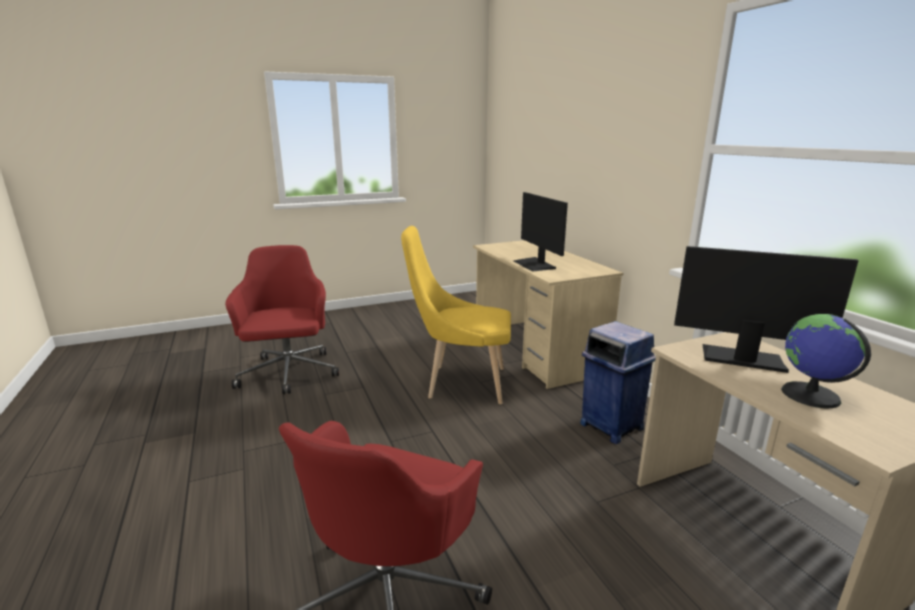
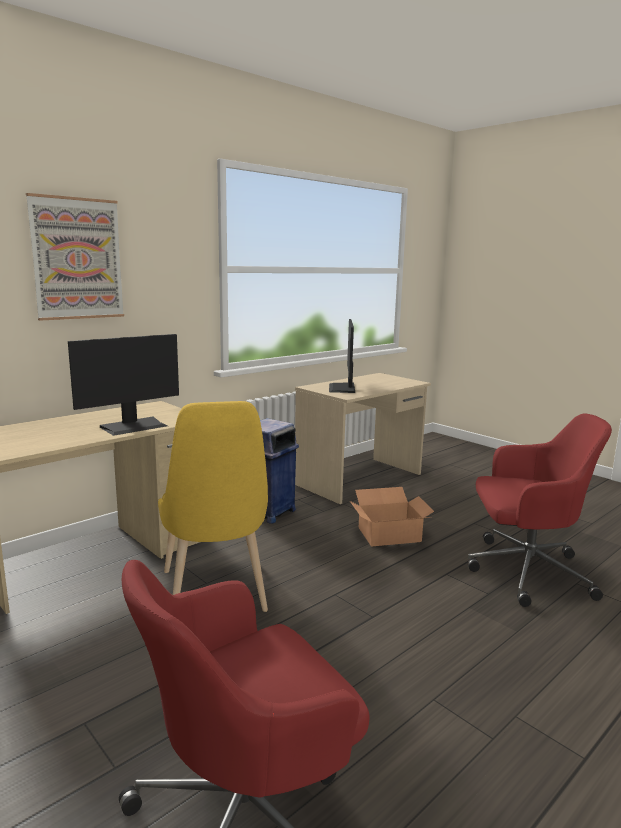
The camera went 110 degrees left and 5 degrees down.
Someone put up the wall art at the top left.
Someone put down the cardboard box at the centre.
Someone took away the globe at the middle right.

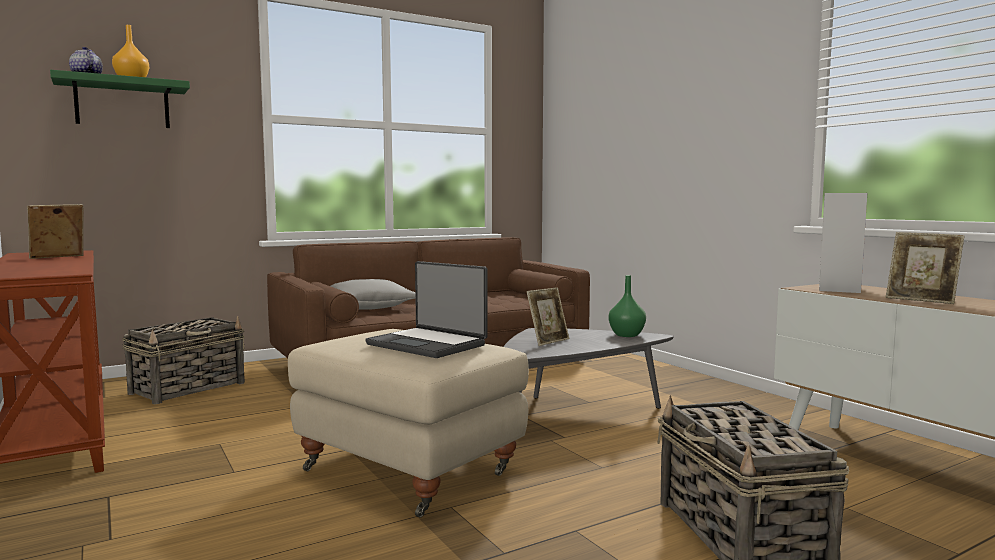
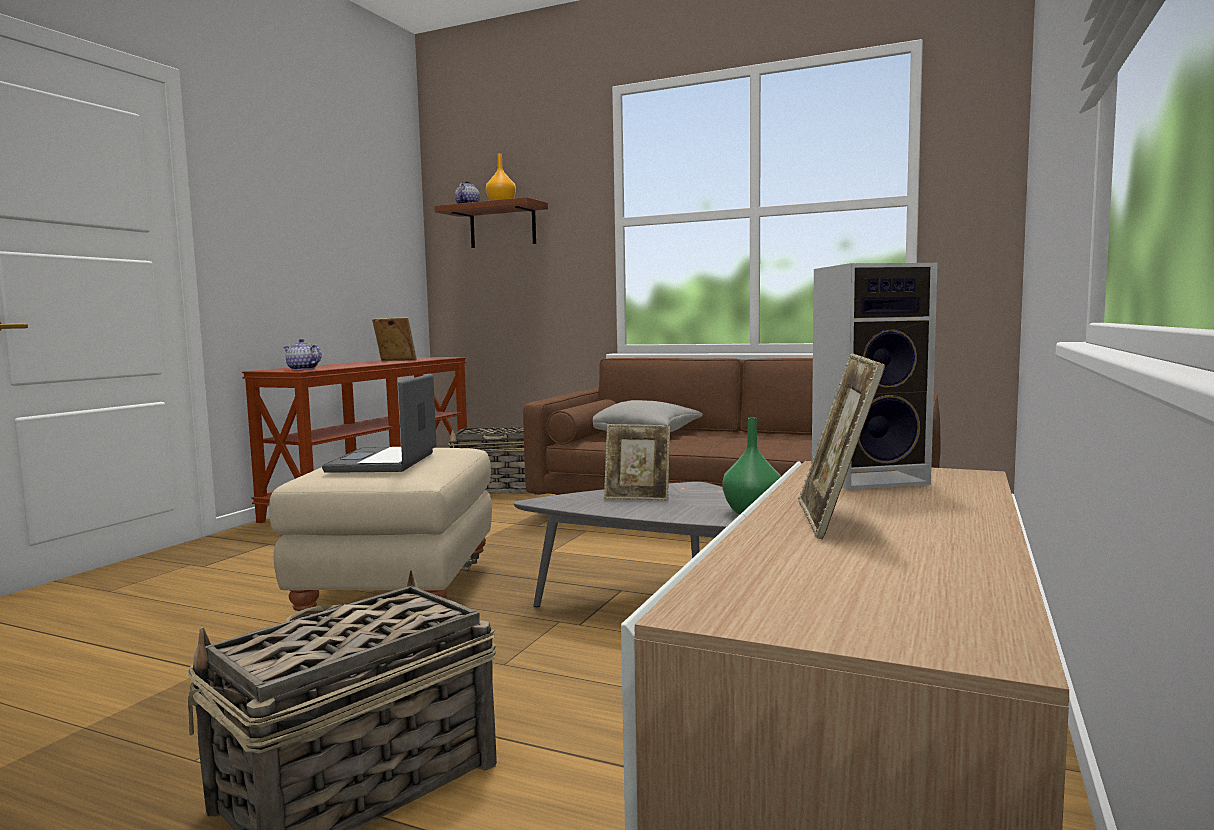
The camera went 55 degrees right and 0 degrees up.
Someone put down the tea pot (1st from left) at the middle left.
Someone repainted the wall shelf/green at the top left, which became the wall shelf/brown-coloured at the top centre.

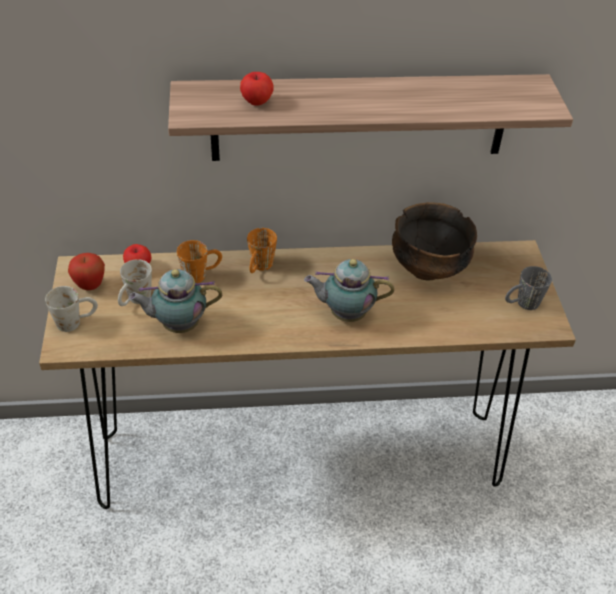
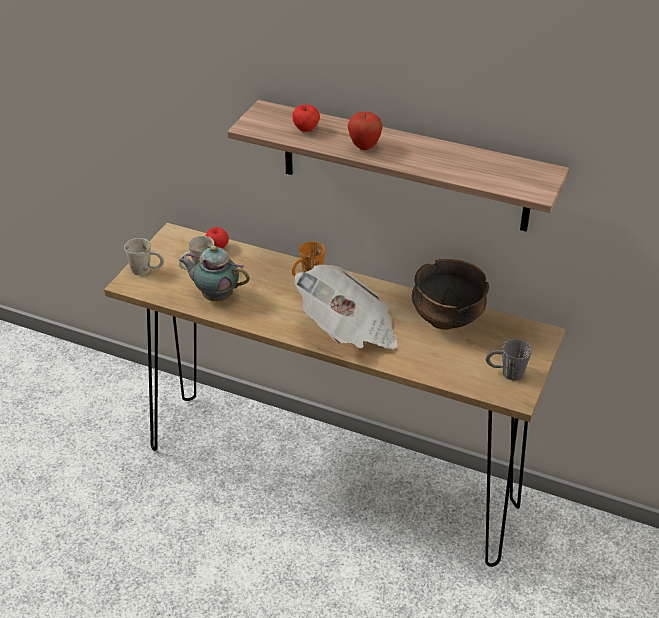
The camera went 30 degrees right and 5 degrees down.
Someone swapped the tea pot (2nd from left) at the centre for the daily paper at the centre.
Someone carried the apple (1st from left in the first image) from the middle left to the top centre.
Someone took away the coffee mug/orange (1st from left) at the middle left.

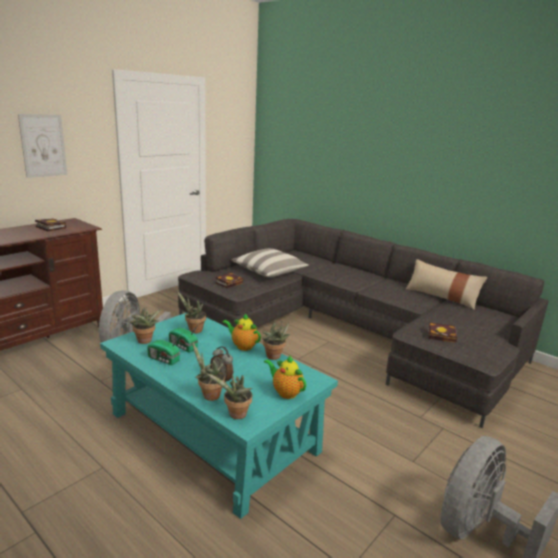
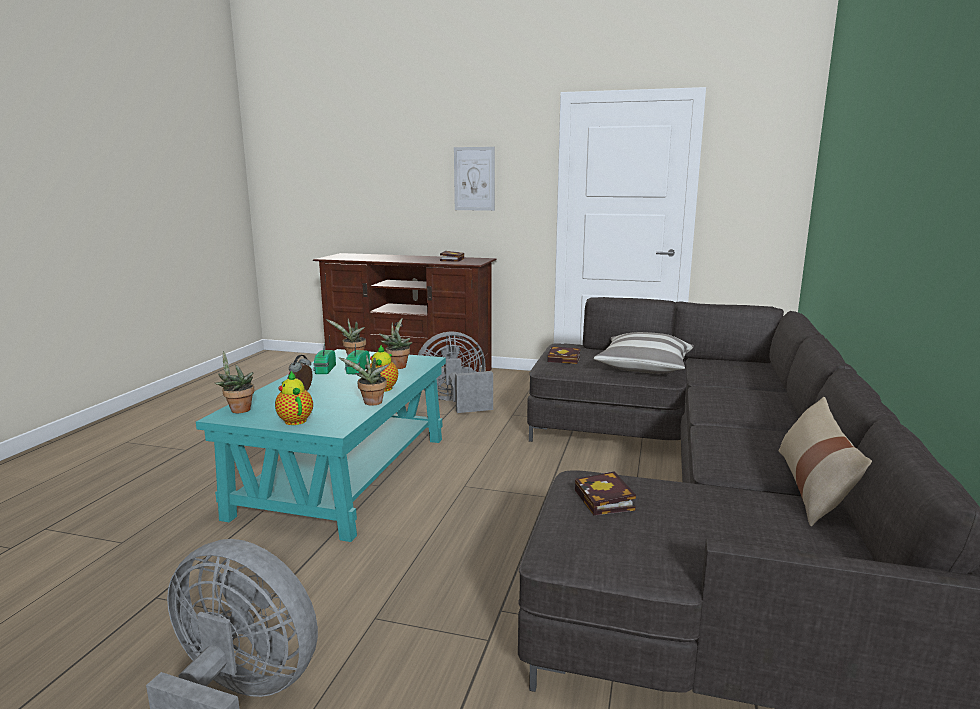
The camera went 65 degrees right and 5 degrees down.
Someone rotated the tea pot (2nd from left in the first image) at the bottom centre by 45 degrees counterclockwise.
Someone took away the potted plant (3rd from left) at the bottom centre.

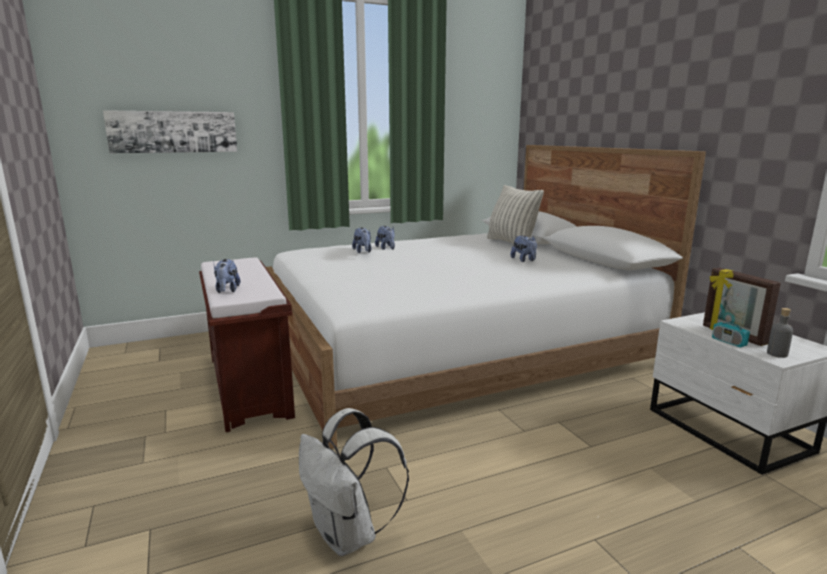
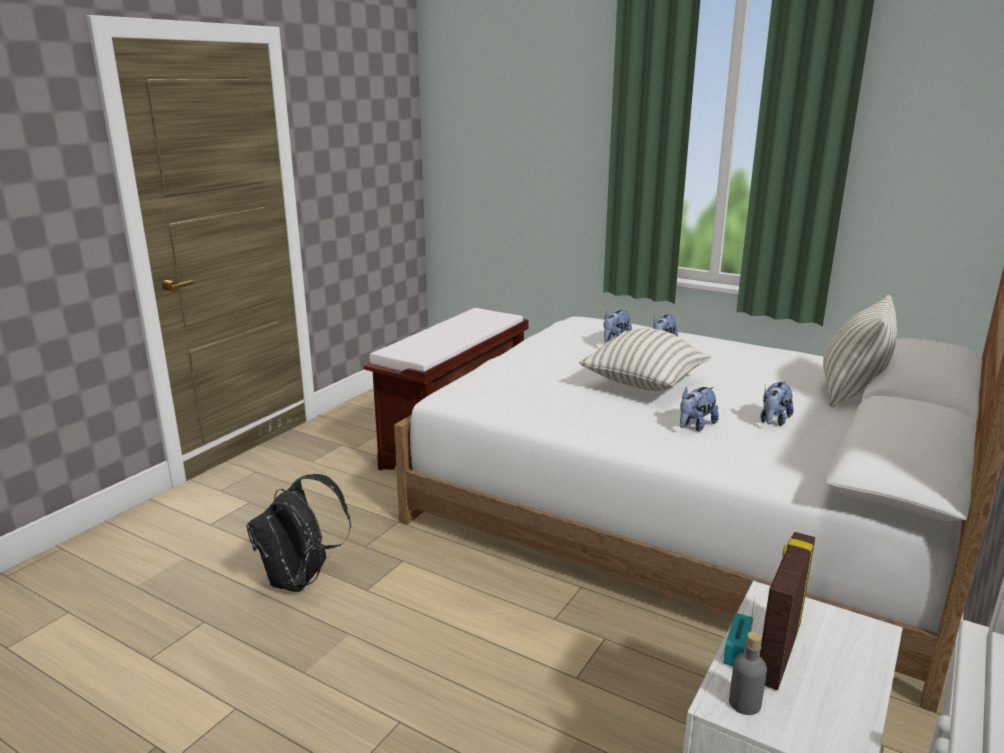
The camera went 55 degrees right and 5 degrees up.
Someone repainted the backpack/white-coloured at the bottom centre, which became the backpack/black-coloured at the bottom left.
Someone put down the pillow (1st from left) at the centre.
Someone carried the soft toy (1st from left in the first image) from the middle left to the middle right.
Someone took away the wall art at the top left.

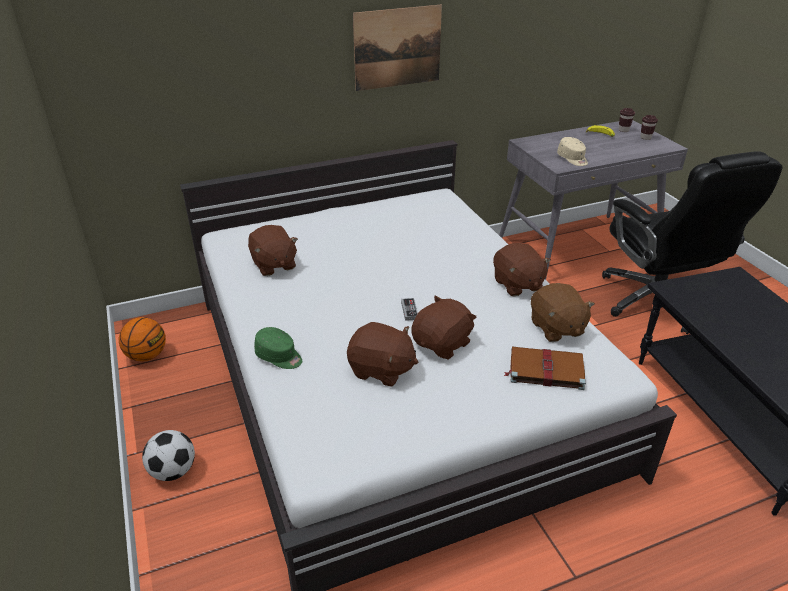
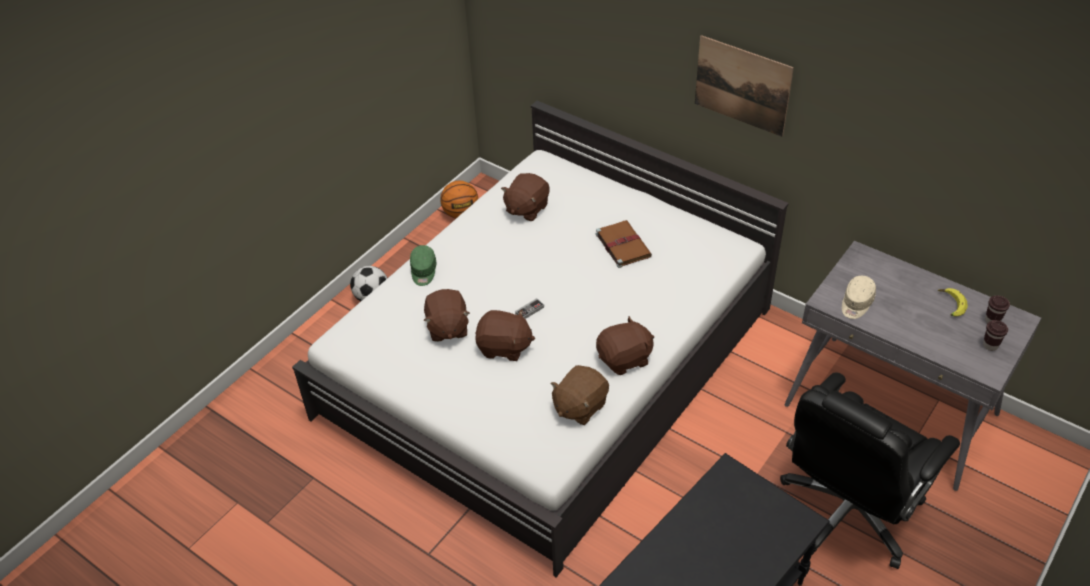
The camera went 60 degrees right and 10 degrees up.
Someone carried the volume/brown-coloured from the middle right to the centre.
Someone rotated the soft toy/brown-coloured (4th from left in the first image) at the centre by 150 degrees counterclockwise.

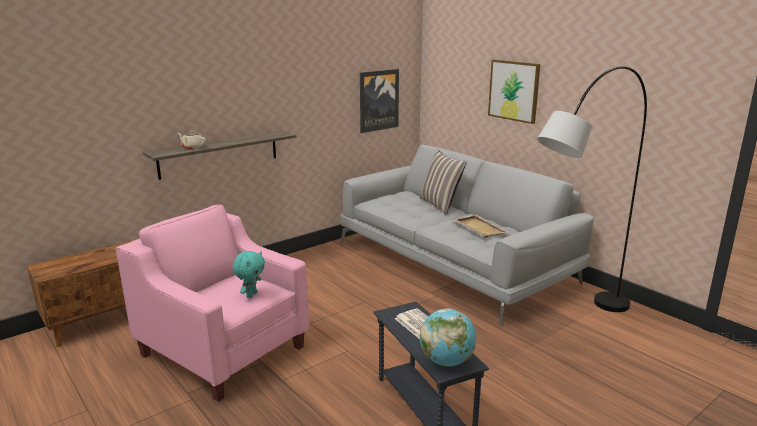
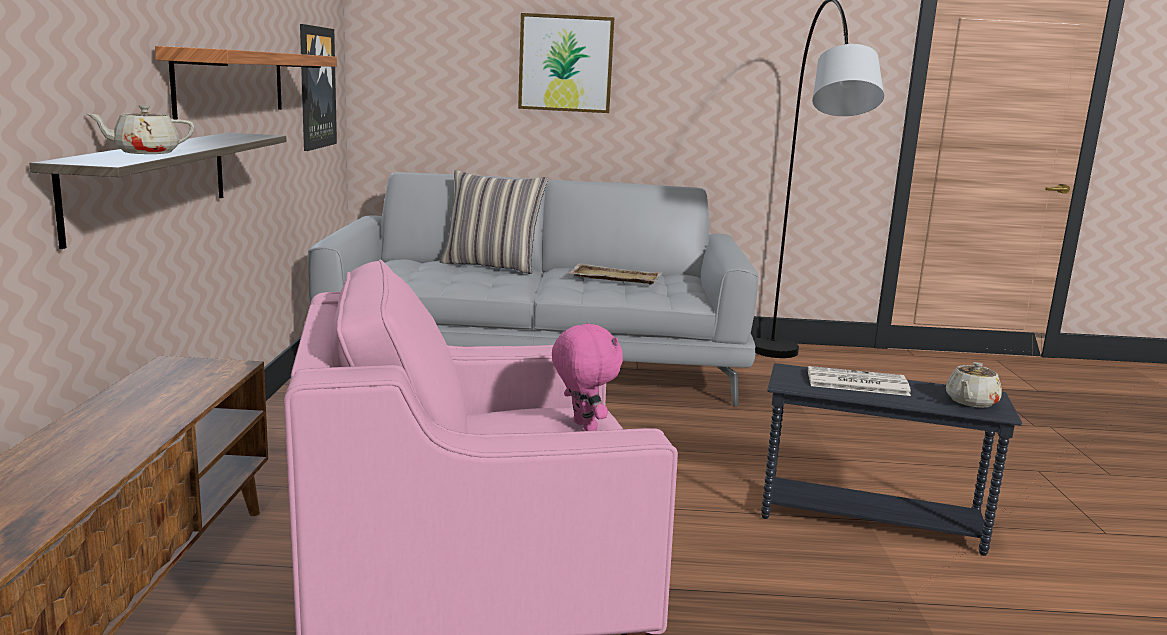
The camera went 50 degrees left and 5 degrees down.
Someone put up the wall shelf (2nd from left) at the top left.
Someone repainted the soft toy/turquoise at the middle left, which became the soft toy/pink at the centre.
Someone swapped the globe at the bottom centre for the tea pot/beige (2nd from left) at the middle right.

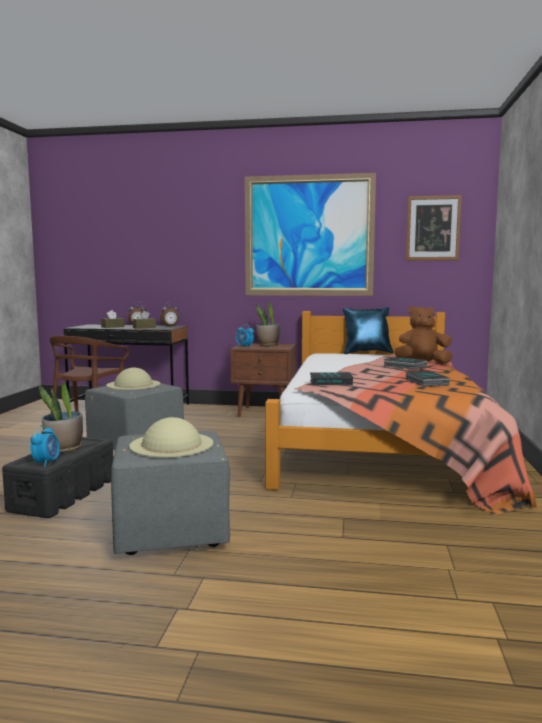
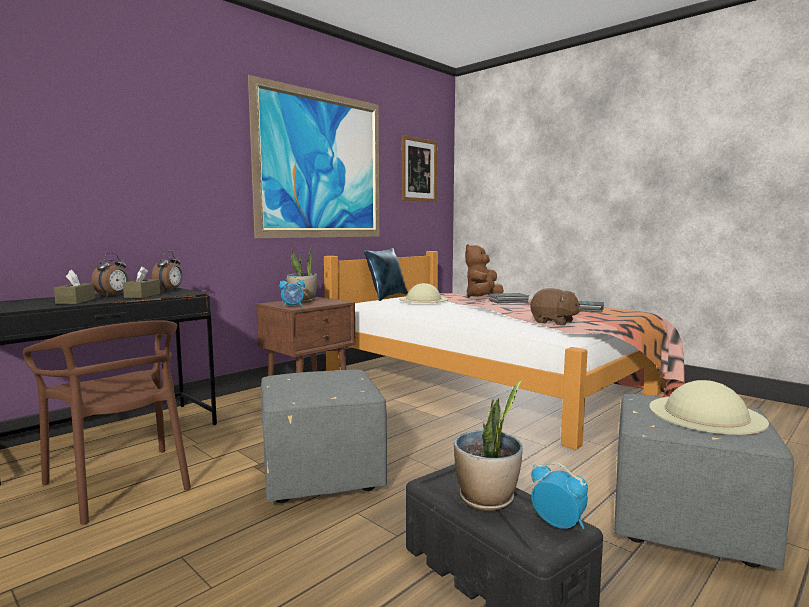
The camera went 55 degrees left and 0 degrees up.
Someone carried the wearable hat/beige (1st from left) from the middle left to the centre.
Someone swapped the volume (1st from left) at the centre for the soft toy/brown-coloured (2nd from left) at the middle right.

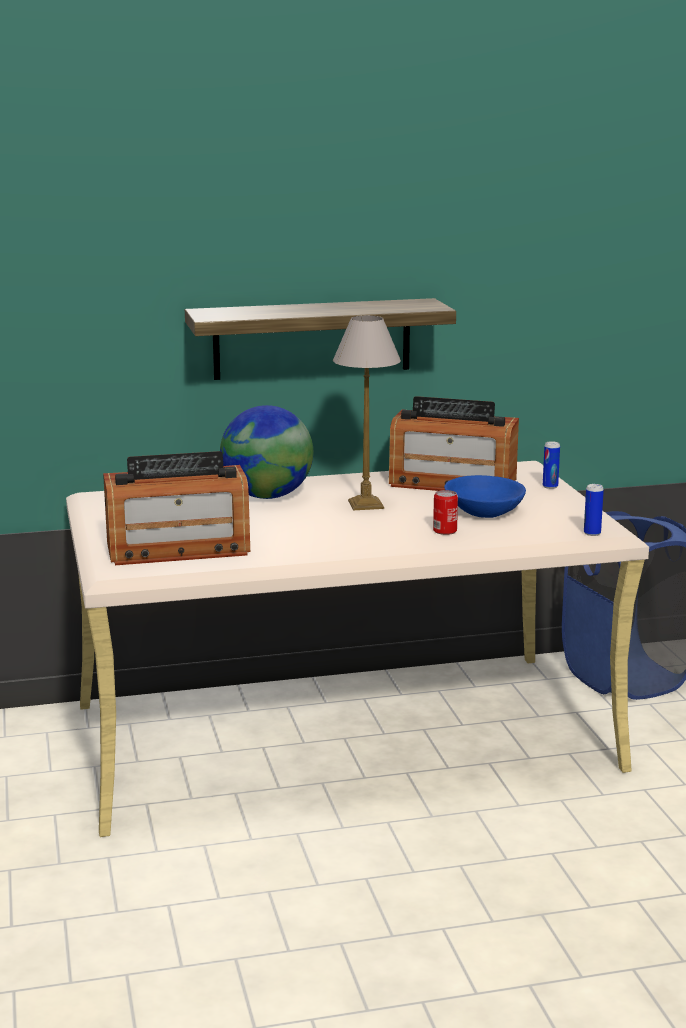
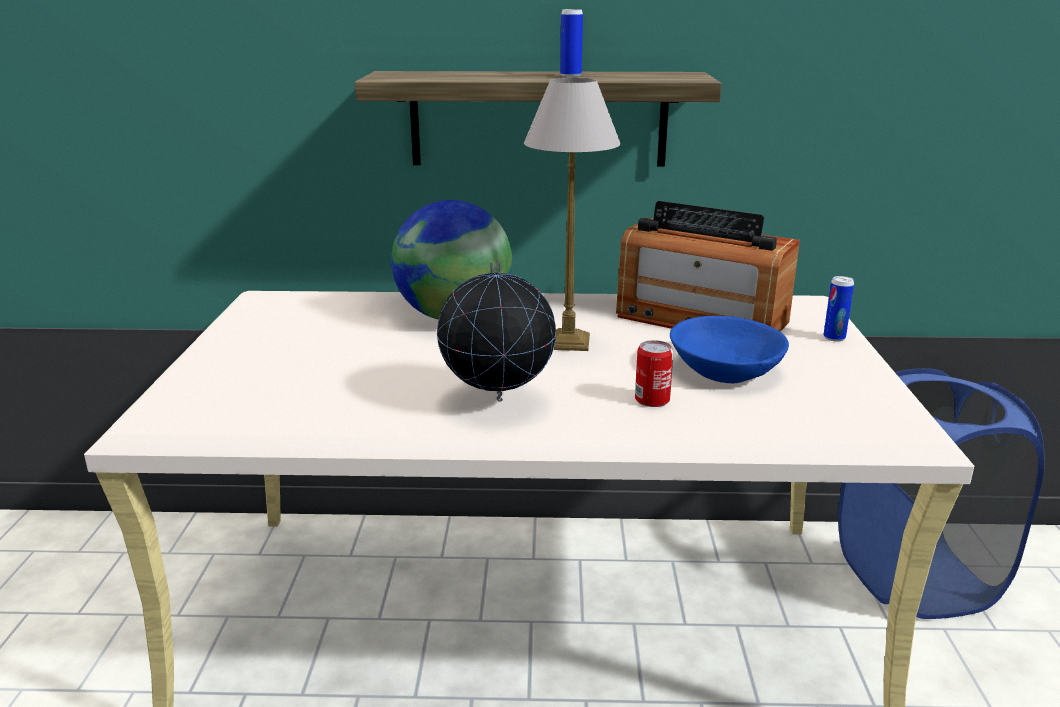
The camera went 15 degrees right and 5 degrees up.
Someone put down the globe (2nd from left) at the centre.
Someone carried the metal can (3rd from left in the first image) from the middle right to the top centre.
Someone took away the radio set (1st from left) at the middle left.

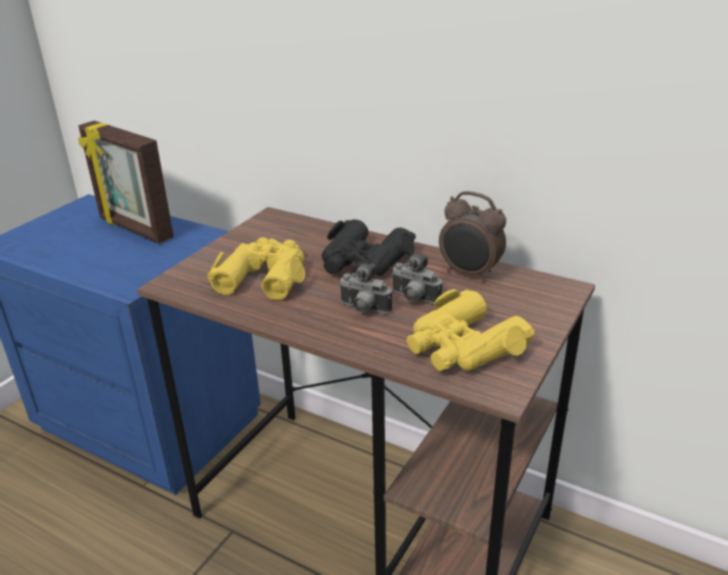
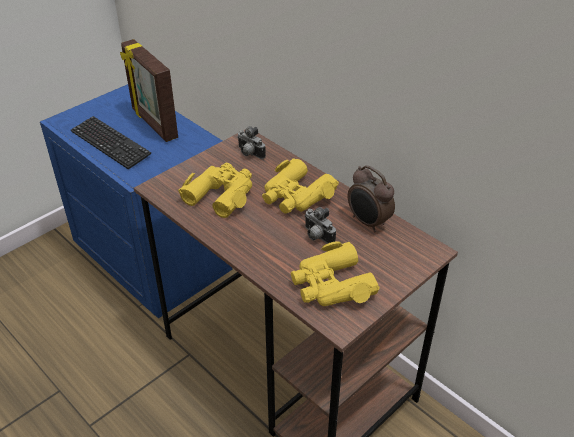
The camera went 15 degrees right and 10 degrees up.
Someone put down the PC keyboard at the top left.
Someone carried the still camera (1st from left) from the centre to the top centre.
Someone repainted the binoculars/black-coloured at the centre, which became the binoculars/yellowish (2nd from left) at the centre.

